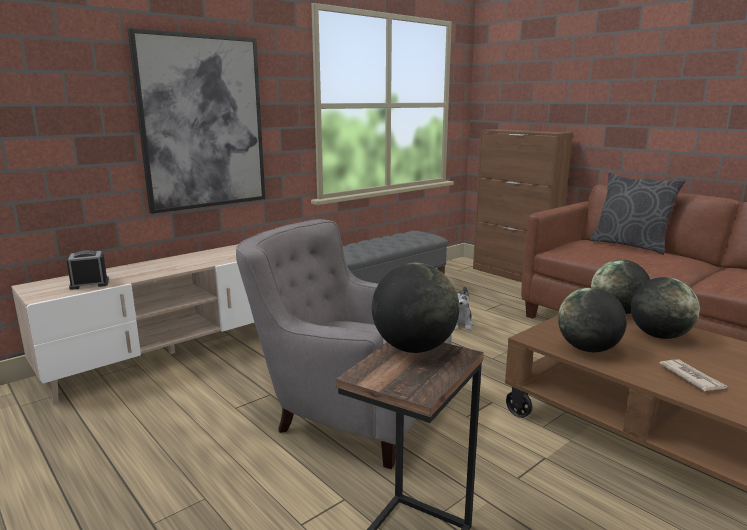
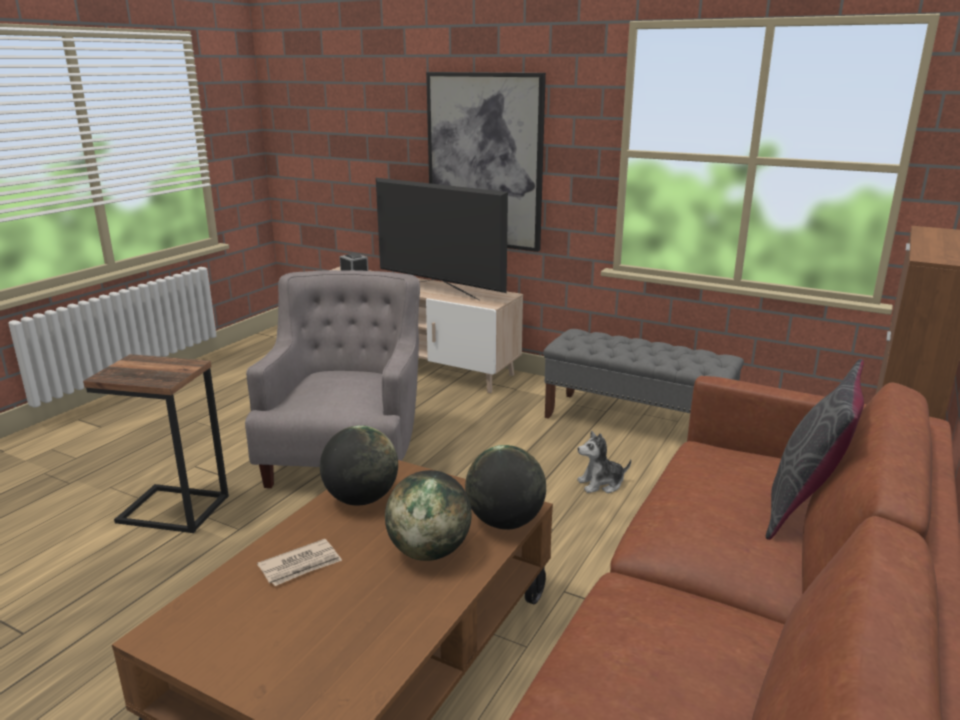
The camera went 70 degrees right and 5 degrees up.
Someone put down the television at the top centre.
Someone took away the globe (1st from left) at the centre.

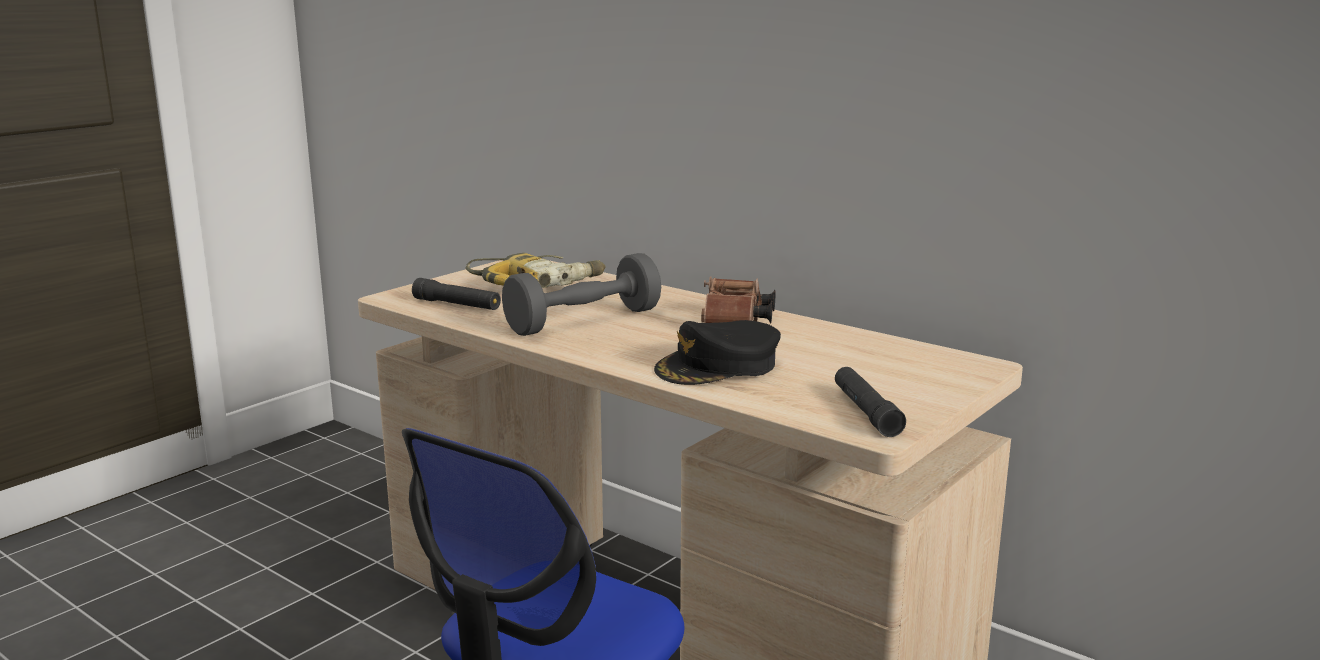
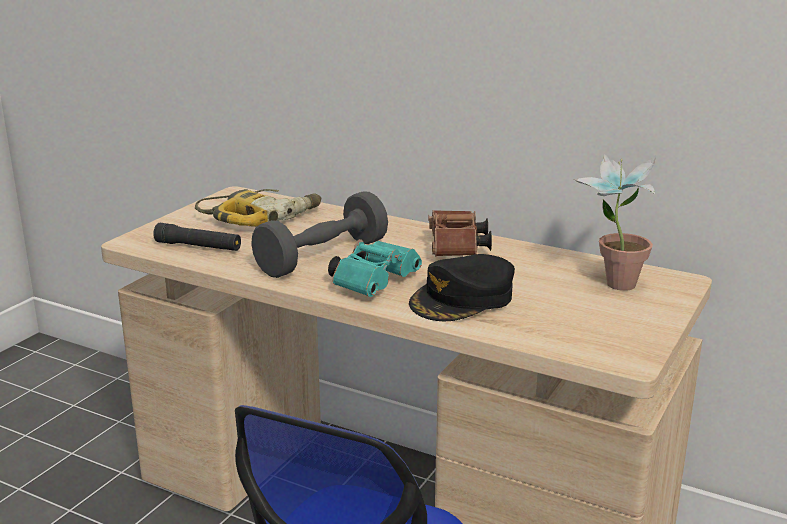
The camera went 10 degrees left and 5 degrees up.
Someone put down the binoculars/turquoise at the centre.
Someone put down the potted plant at the middle right.
Someone took away the torch/black-coloured (2nd from left) at the centre.

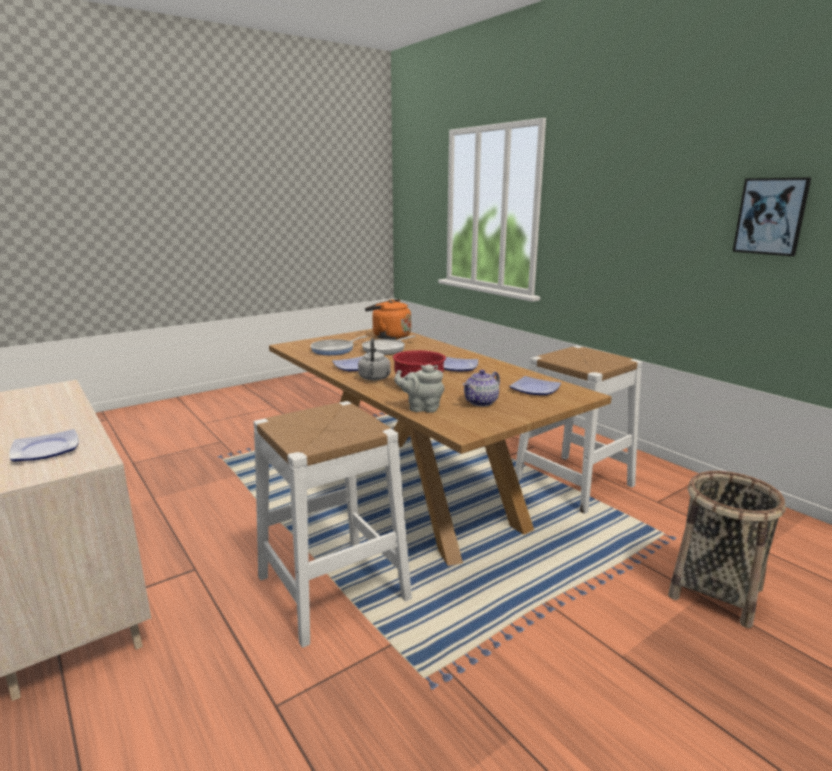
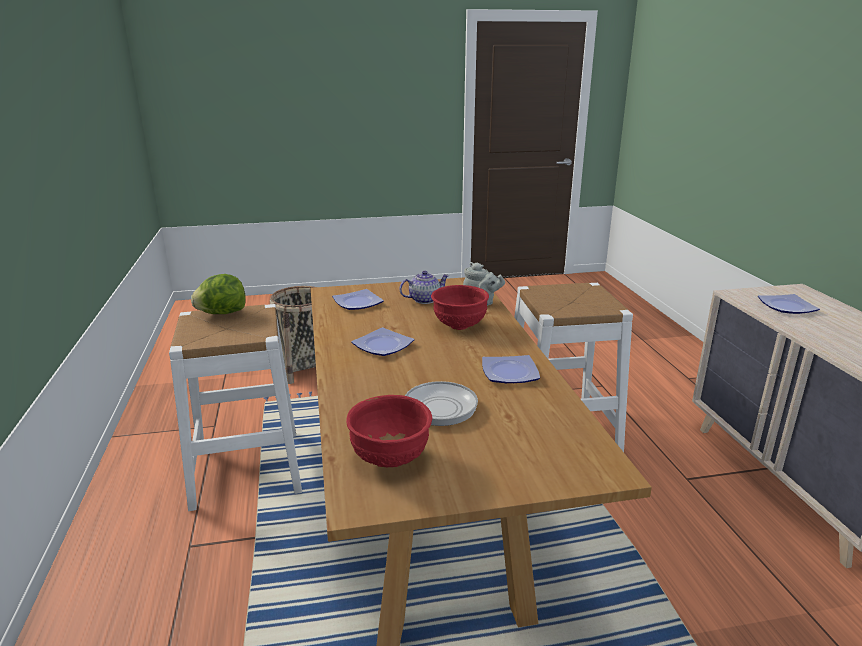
The camera went 155 degrees left and 5 degrees up.
Someone put down the lettuce at the middle left.
Someone swapped the kettle/orange at the centre for the serving bowl/red-coloured (1st from left) at the bottom centre.
Someone took away the frying pan (1st from left) at the centre.
Someone took away the kettle/greyish at the centre.
Someone took away the wall art at the top right.

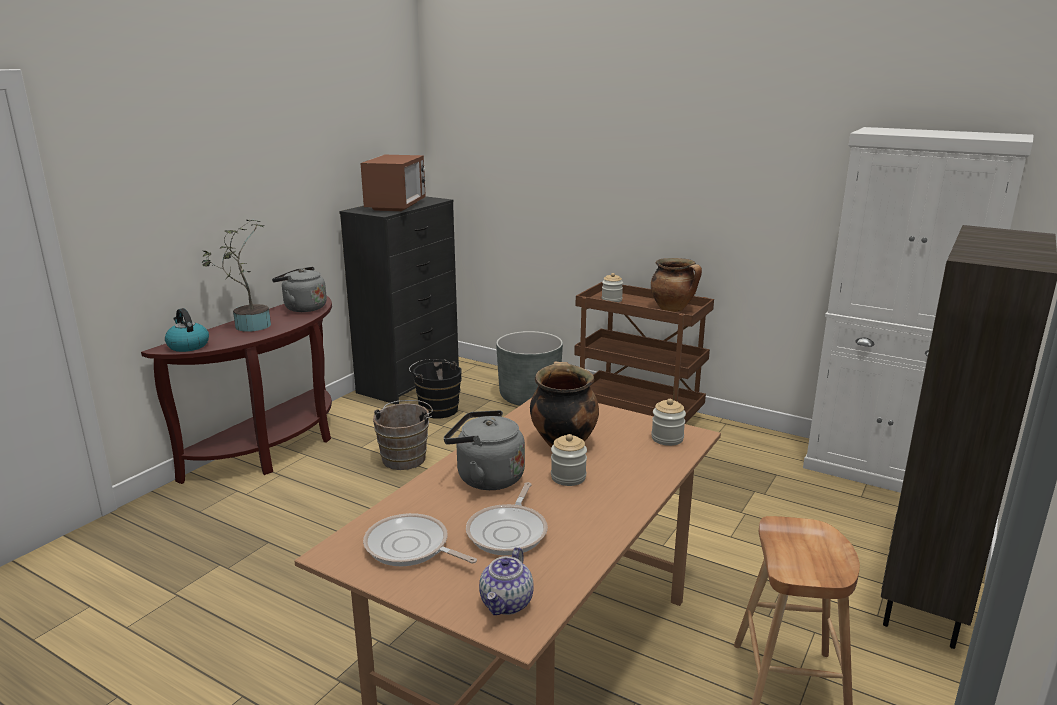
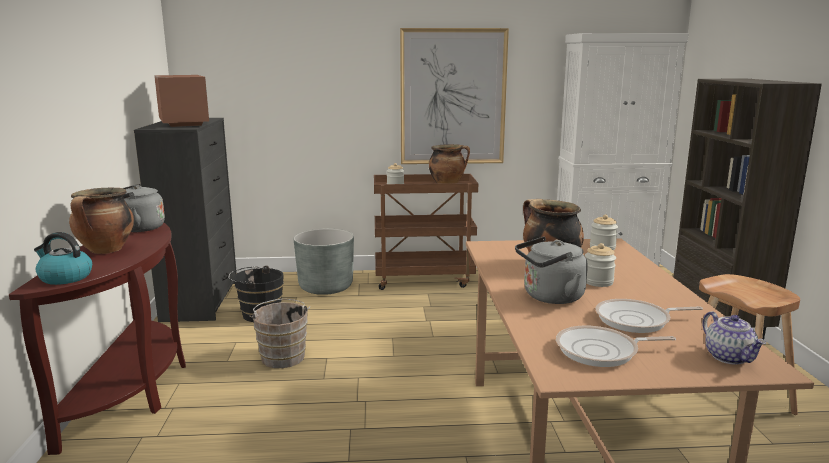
The camera went 35 degrees left and 5 degrees down.
Someone swapped the potted plant at the middle left for the cooking pot (1st from left) at the middle left.
Someone put up the wall art at the top centre.
Someone rotated the frying pan (2nd from left) at the bottom centre by 105 degrees clockwise.

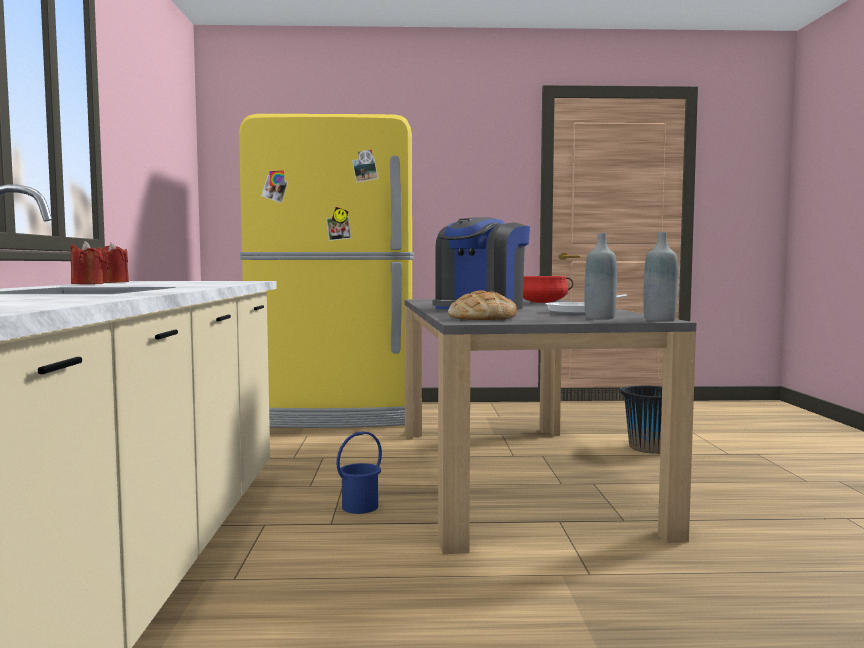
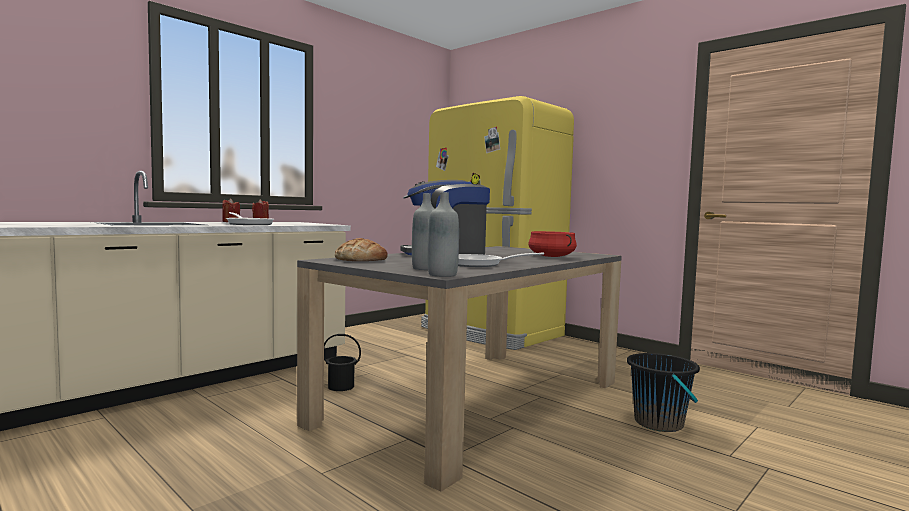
The camera went 45 degrees right and 0 degrees up.
Someone put down the frying pan (1st from left) at the middle left.
Someone repainted the water bucket/blue at the bottom centre, which became the water bucket/black-coloured (1st from left) at the bottom centre.

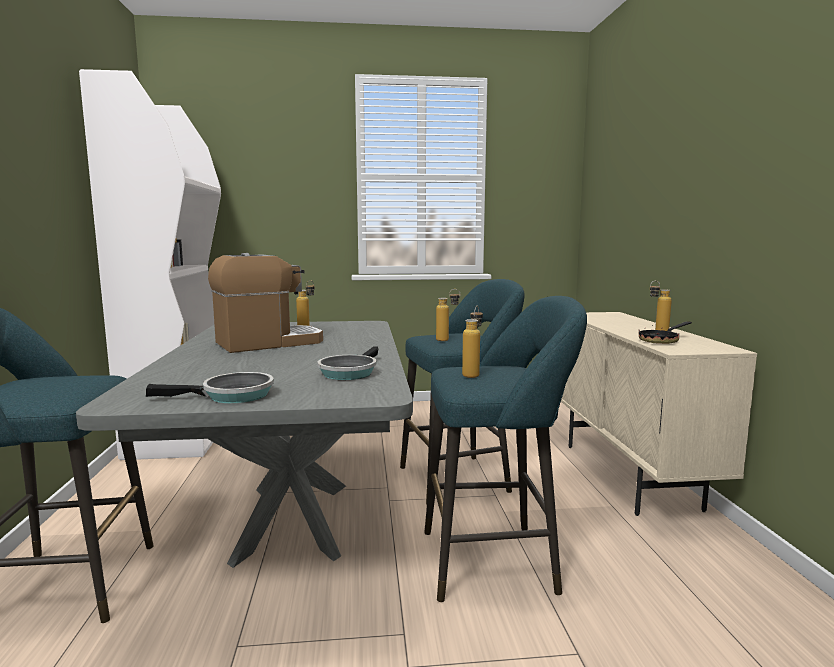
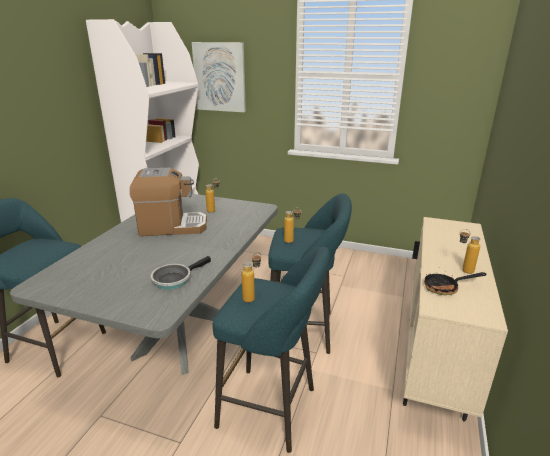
The camera went 25 degrees right and 15 degrees up.
Someone put up the wall art at the top centre.
Someone took away the frying pan (1st from left) at the middle left.

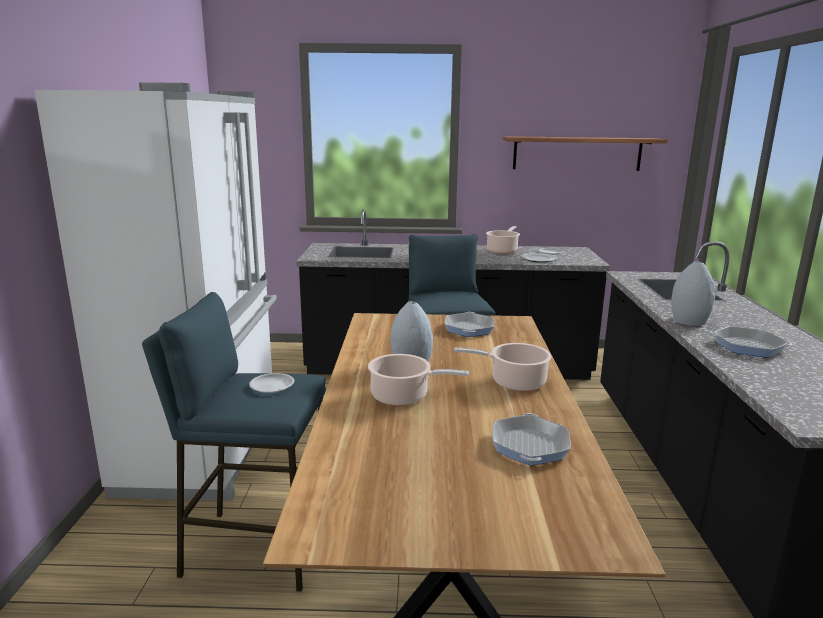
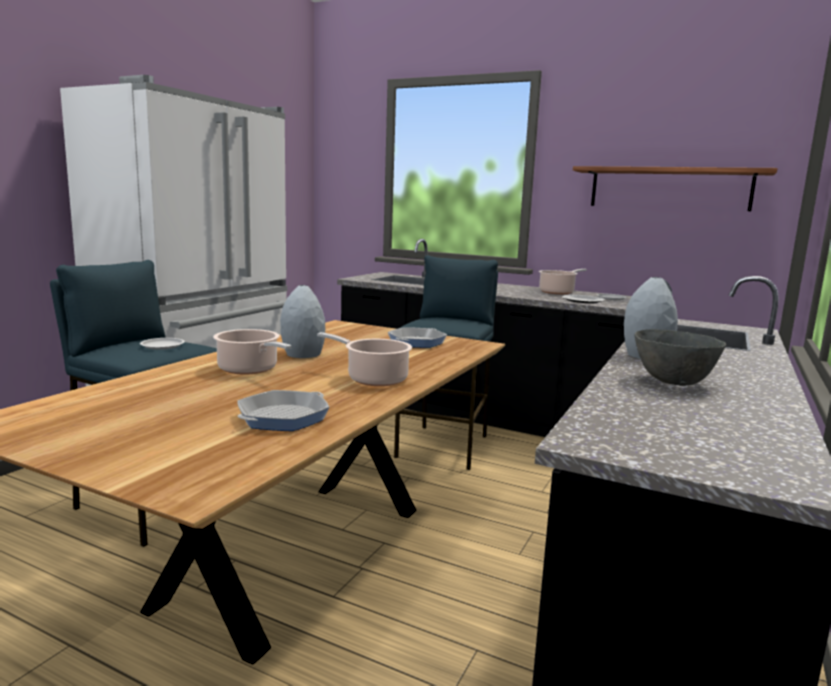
The camera went 25 degrees right and 5 degrees down.
Someone swapped the frying pan (3rd from left) at the middle right for the serving bowl/greyish at the middle right.

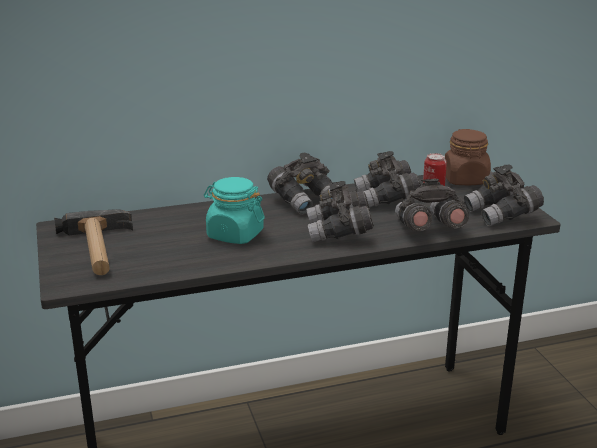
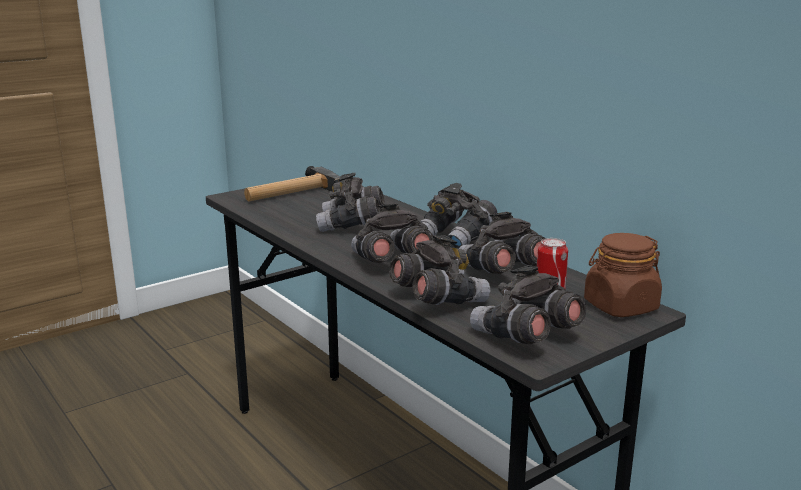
The camera went 70 degrees right and 5 degrees down.
Someone swapped the preserve jar/turquoise at the centre for the binoculars/greyish (1st from left) at the centre.

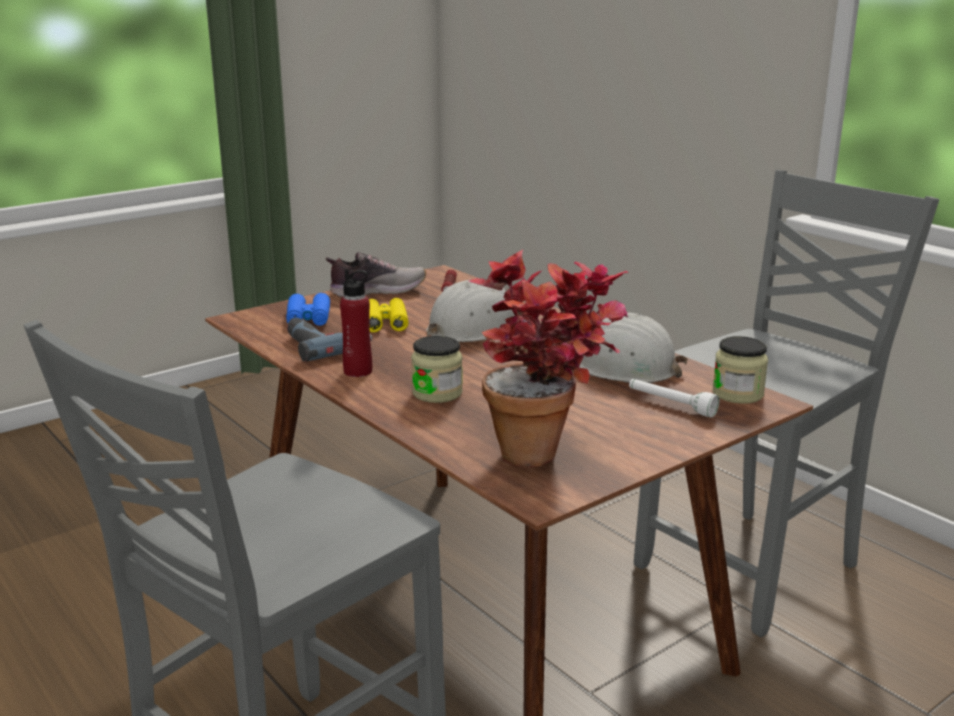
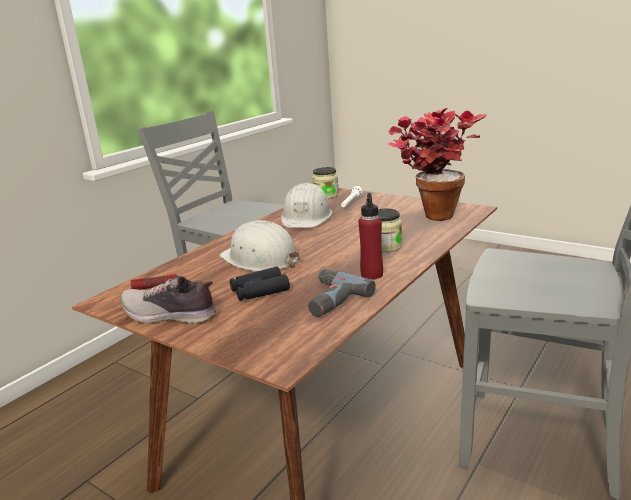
The camera went 105 degrees left and 0 degrees up.
Someone rotated the item of footwear at the centre by 45 degrees counterclockwise.
Someone repainted the binoculars/yellowish at the centre, which became the binoculars/black-coloured at the centre.
Someone took away the binoculars/blue at the middle left.

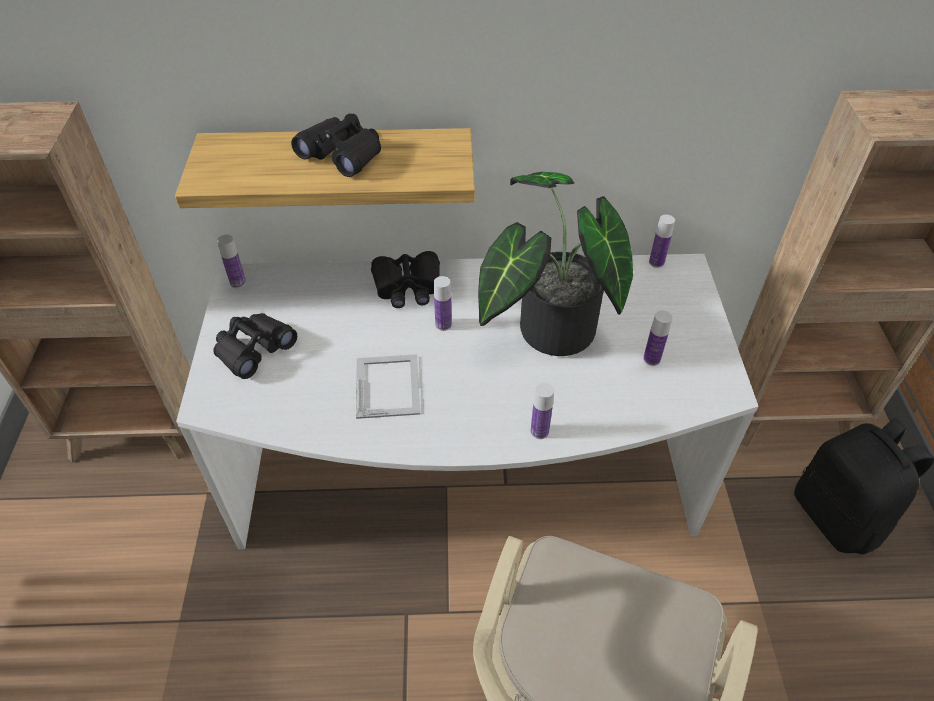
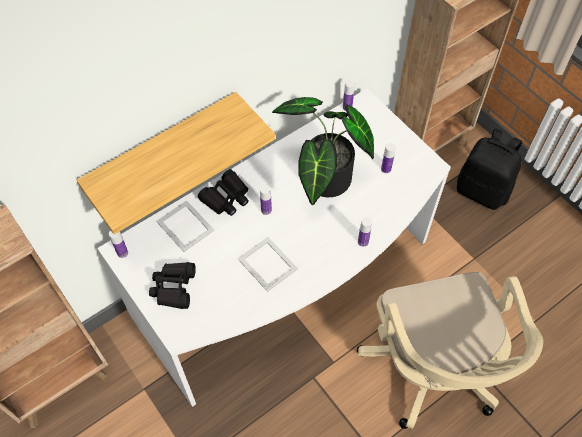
The camera went 35 degrees left and 10 degrees up.
Someone put down the photo frame (1st from left) at the middle left.
Someone took away the binoculars/black-coloured (2nd from left) at the top centre.

